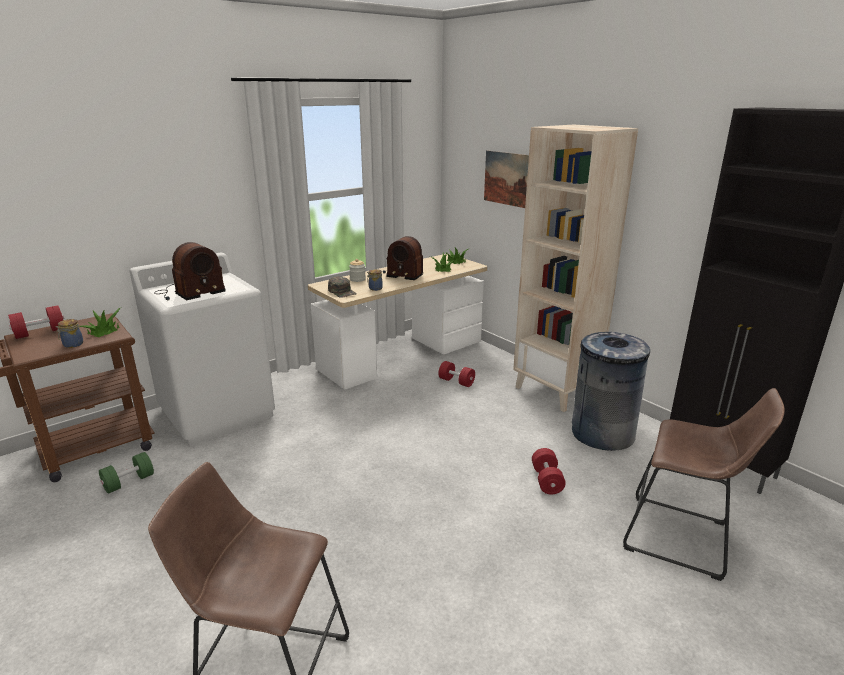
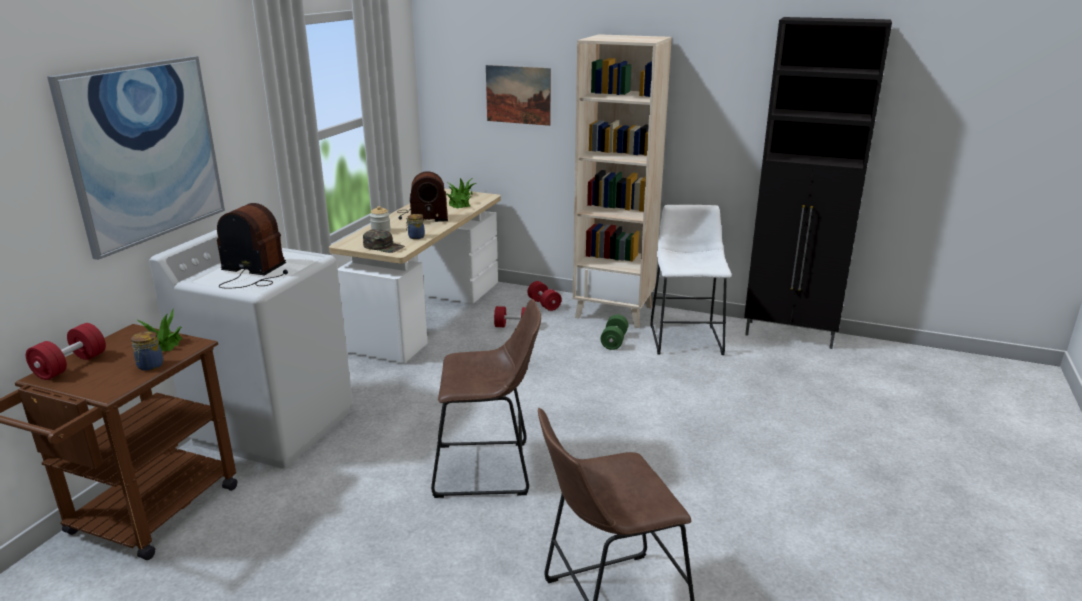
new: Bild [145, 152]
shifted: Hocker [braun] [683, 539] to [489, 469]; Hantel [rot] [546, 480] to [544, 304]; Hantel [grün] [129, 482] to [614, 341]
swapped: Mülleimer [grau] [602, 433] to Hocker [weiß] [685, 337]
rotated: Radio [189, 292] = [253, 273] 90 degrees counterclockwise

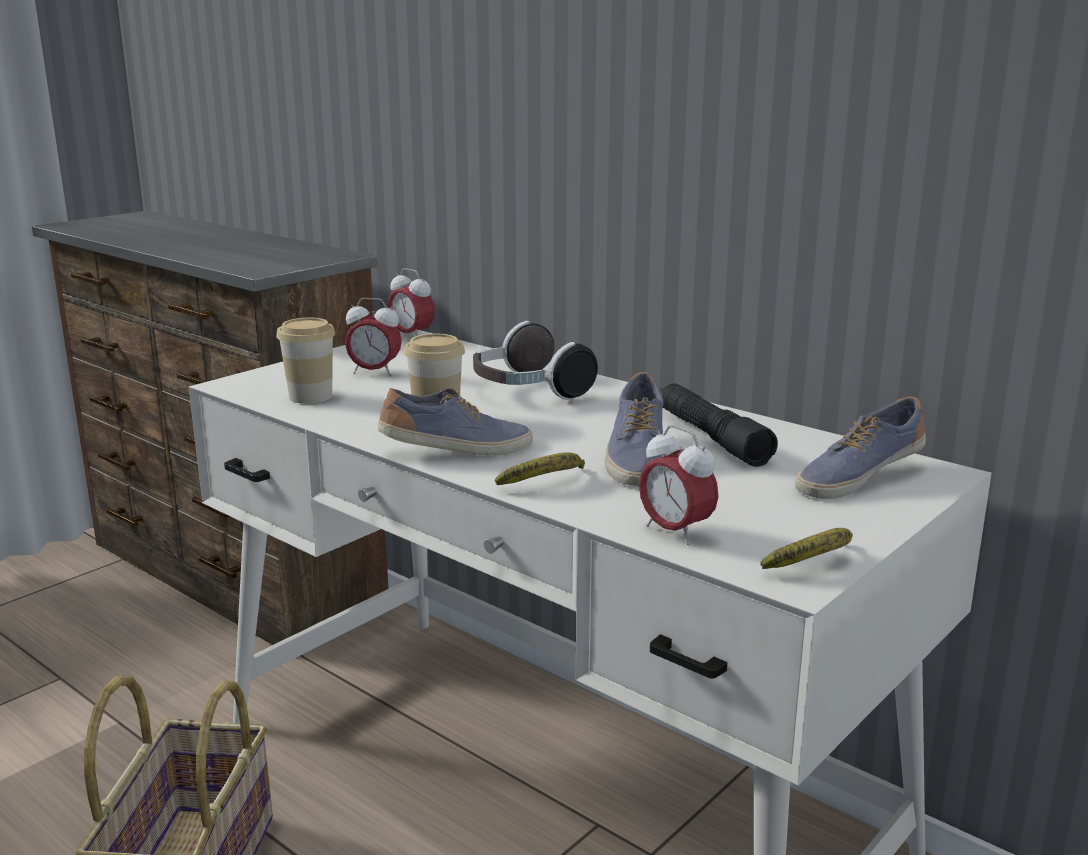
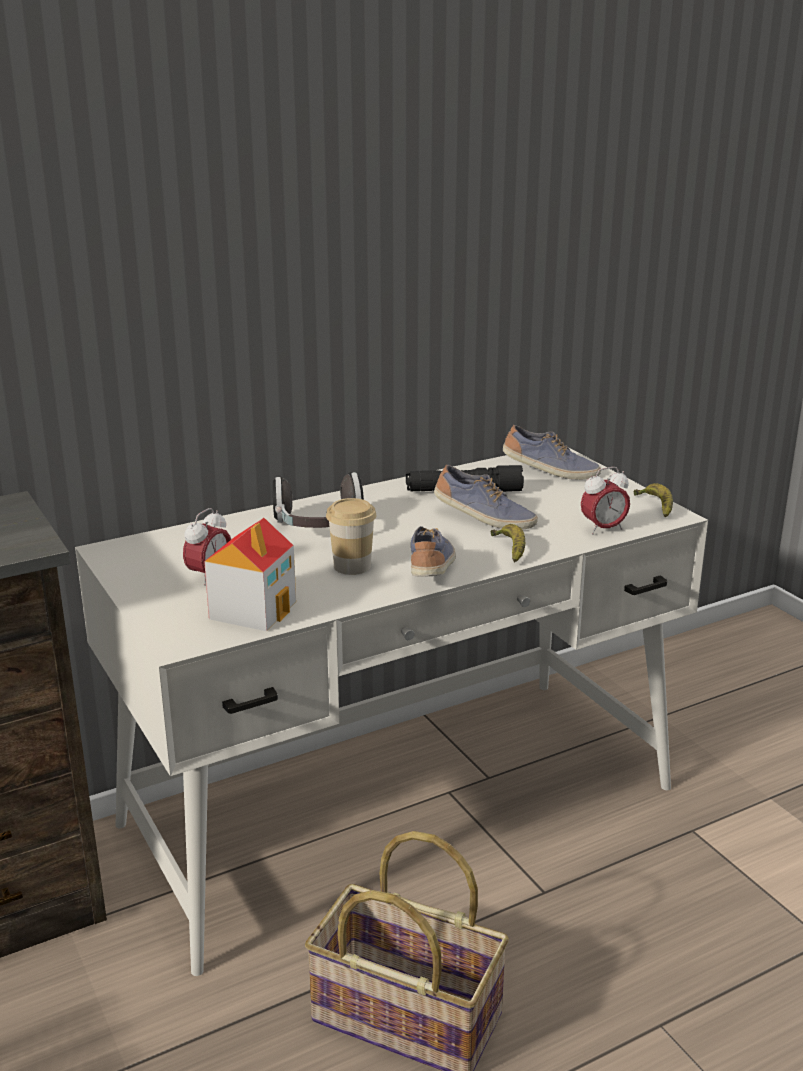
gone: Wecker [411, 336]
swapped: Tasse [310, 396] to Spielzeughaus [253, 609]
rotated: Schuh [857, 476] = [550, 471] 60 degrees counterclockwise

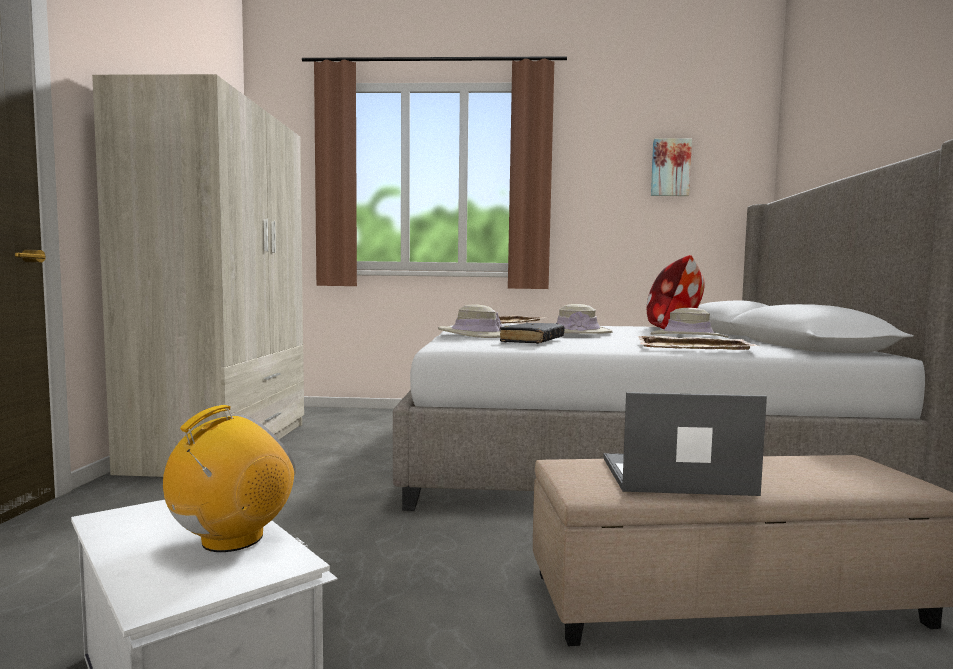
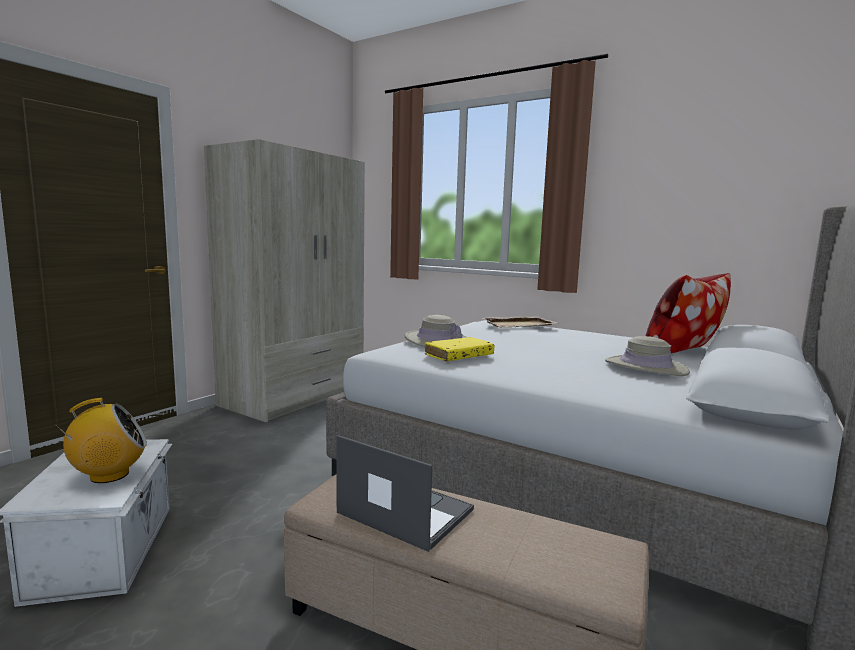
gone: Hut [beige] [576, 331]; Tablett [beige] [694, 347]; Bild [670, 168]
repainted: Buch [schwarz] [532, 341] to Buch [gelb] [459, 356]

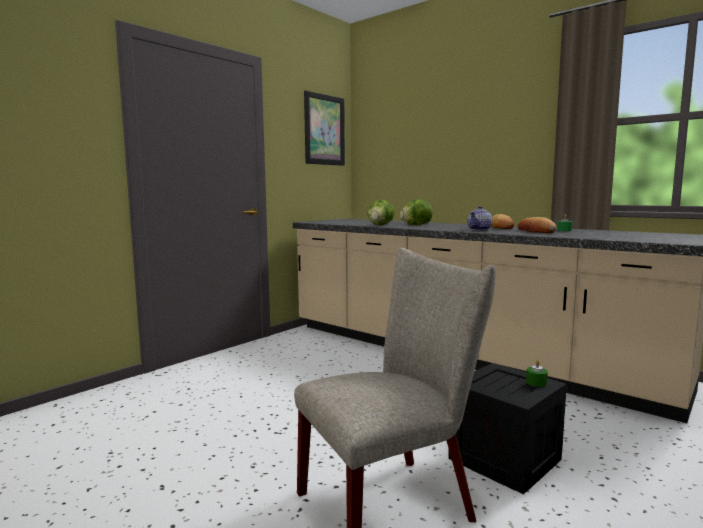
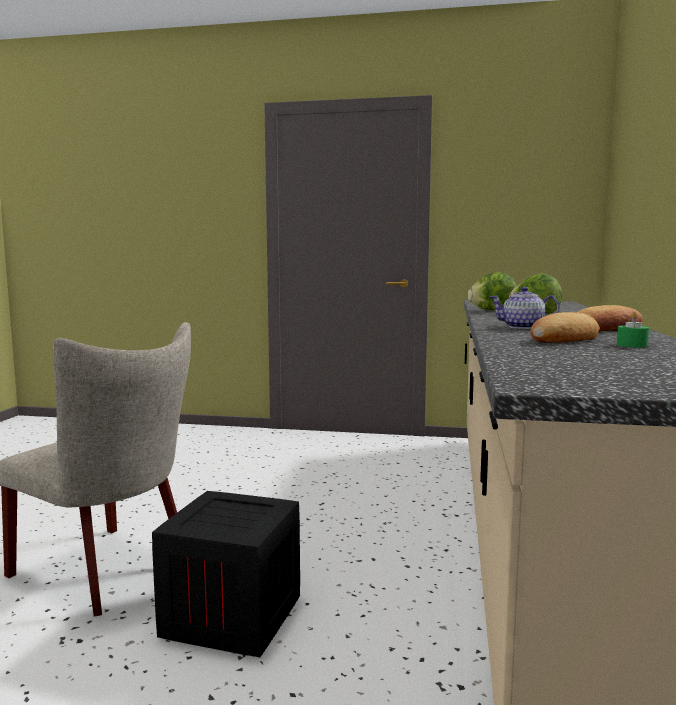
gone: Bild [324, 130]; Kerze [grün] [536, 382]

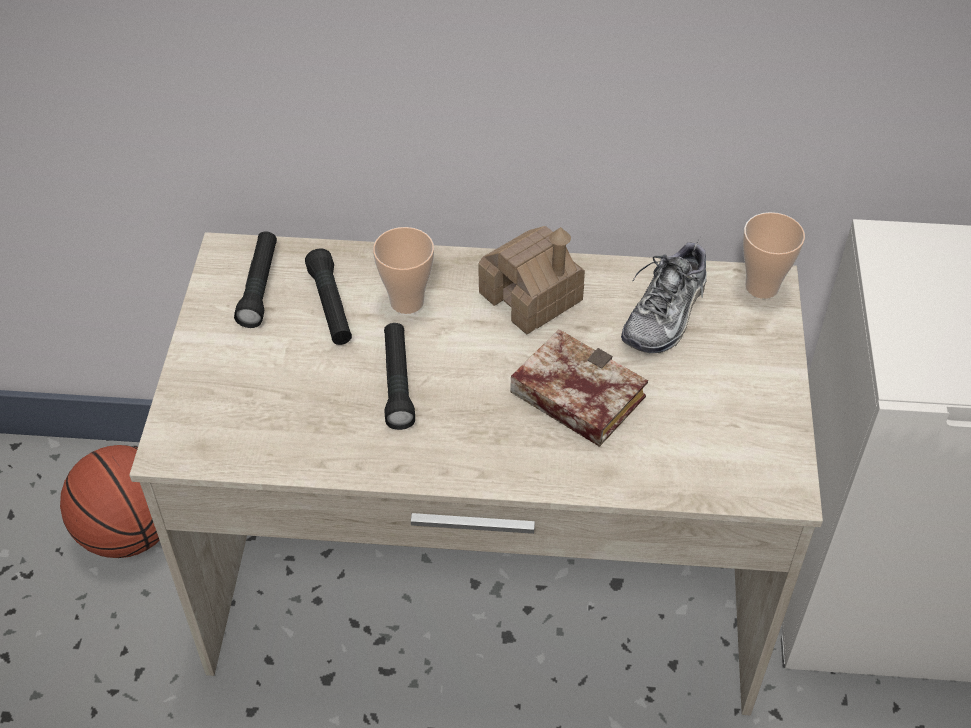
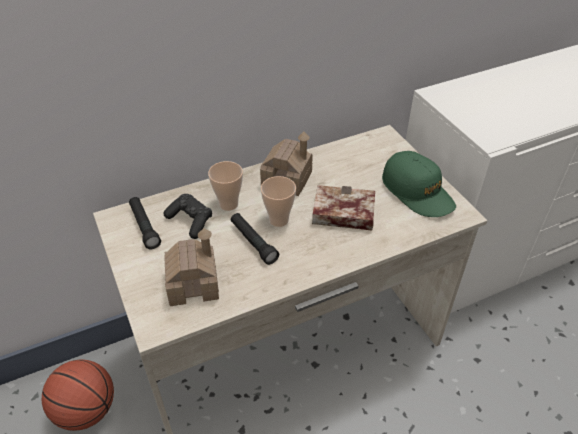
gone: Schuh [665, 314]
new: Spielzeughaus [193, 284]; Kappe [grün] [417, 192]
shifted: Tasse [762, 287] to [278, 220]
swapped: Taschenlampe [schwarz] [331, 306] to Gamepad [schwarz] [190, 221]

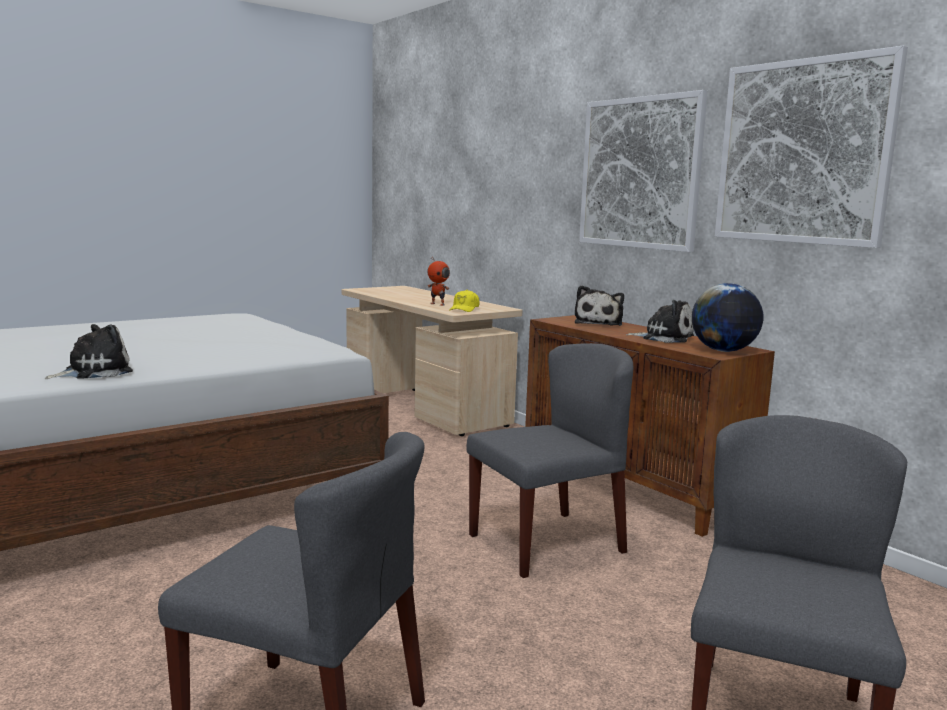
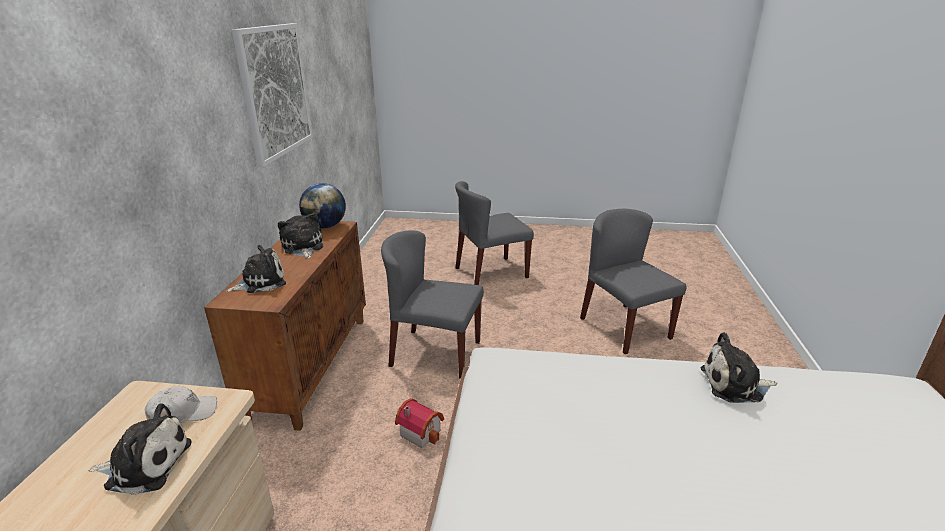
gone: Bild [640, 173]
new: Spielzeughaus [421, 431]
swapped: Spielzeugroboter [438, 304] to Plüschtier [145, 464]
repainted: Kappe [gelb] [464, 309] to Kappe [weiß] [183, 413]

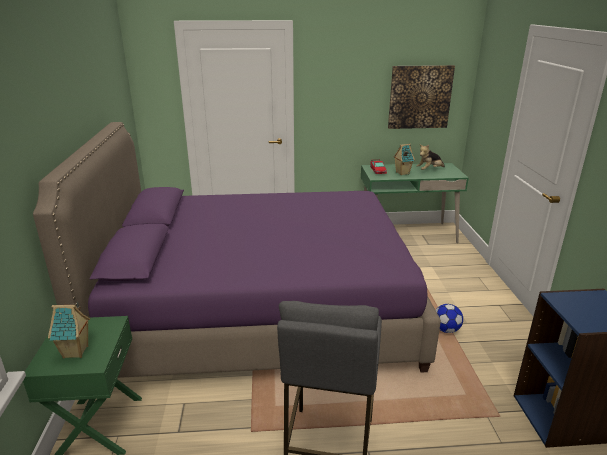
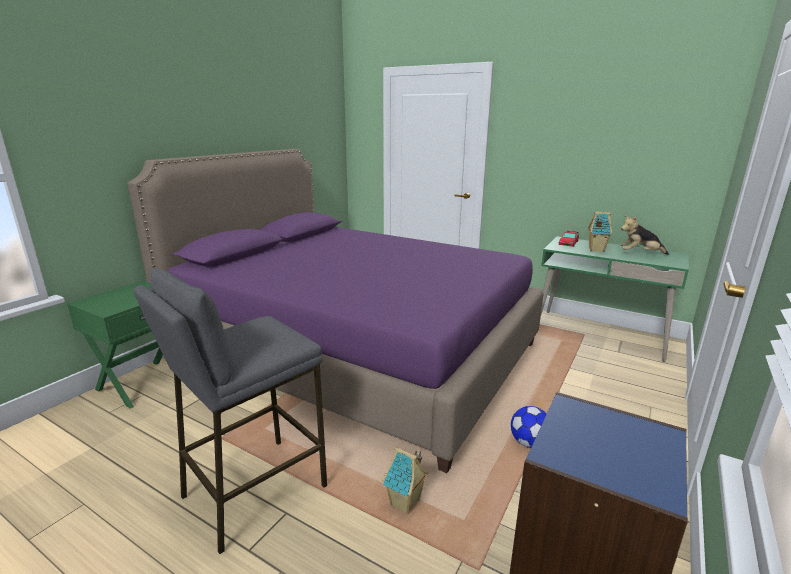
gone: Bild [420, 97]
shifted: Spielzeughaus [76, 352] to [405, 504]

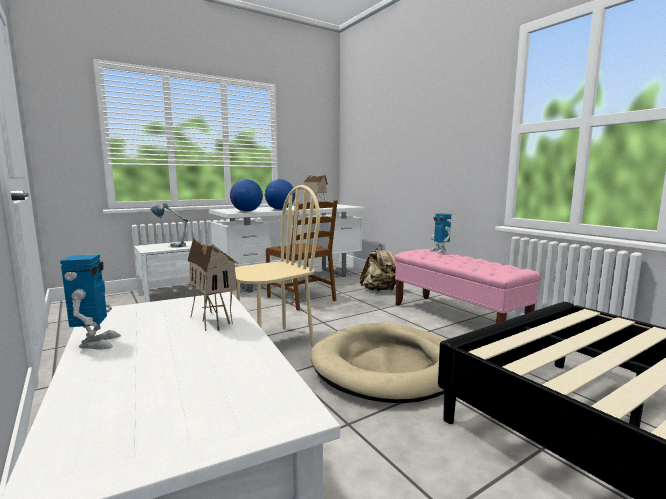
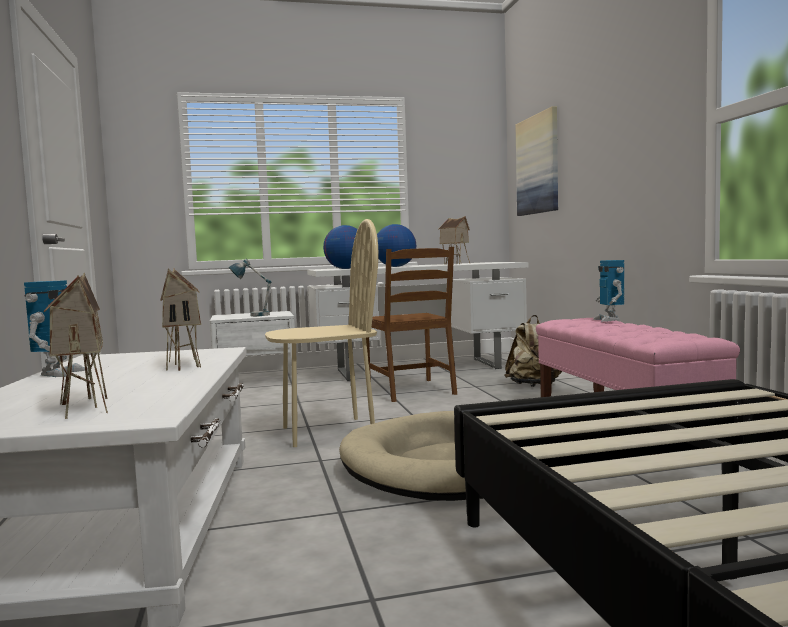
new: Spielzeughaus [80, 407]; Bild [538, 164]

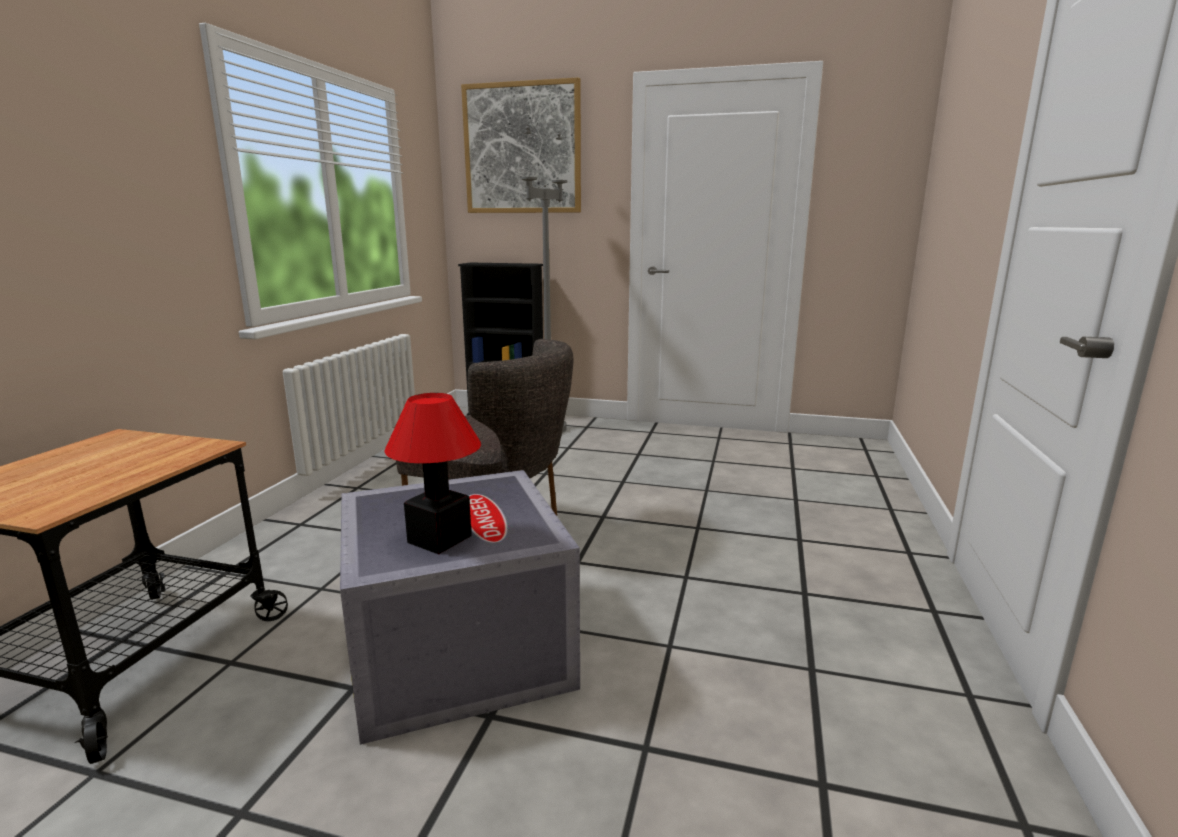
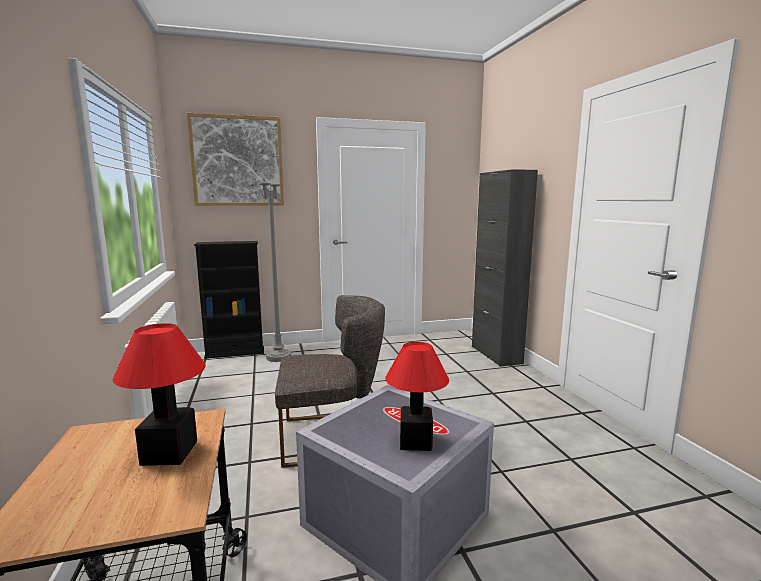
new: Tischlampe [170, 453]; Schrank [schwarz] [496, 355]

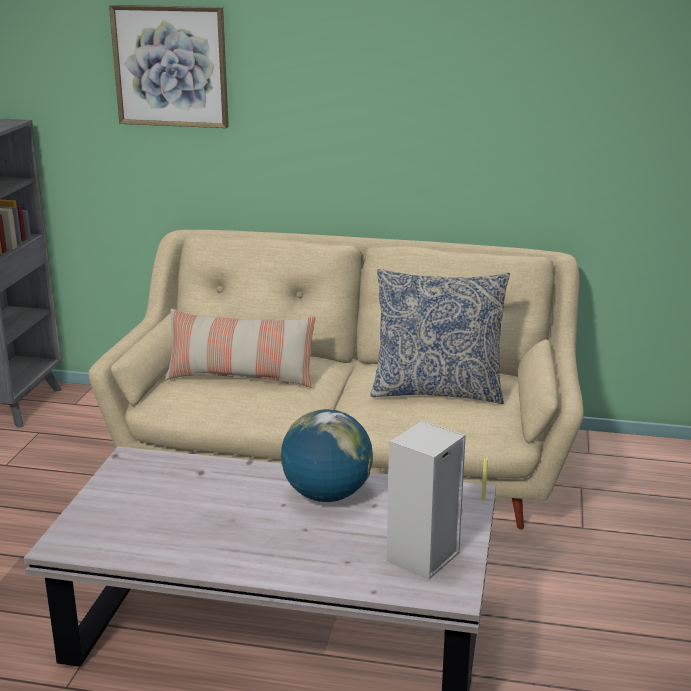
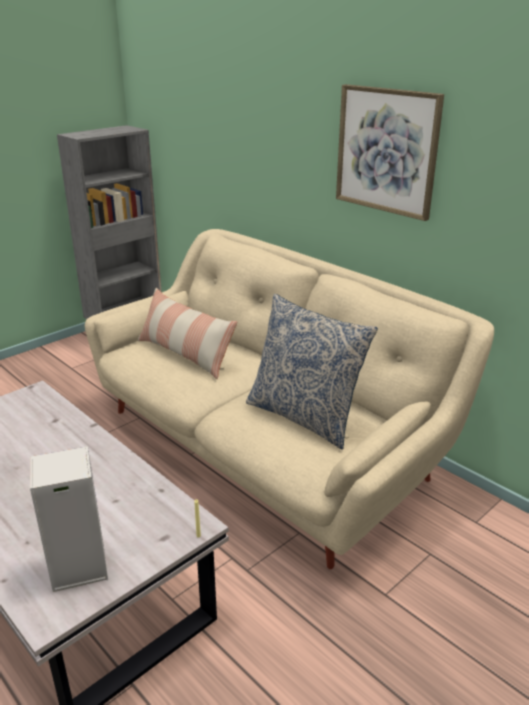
gone: Globus [327, 495]
shifted: Bild [170, 66] to [387, 151]

